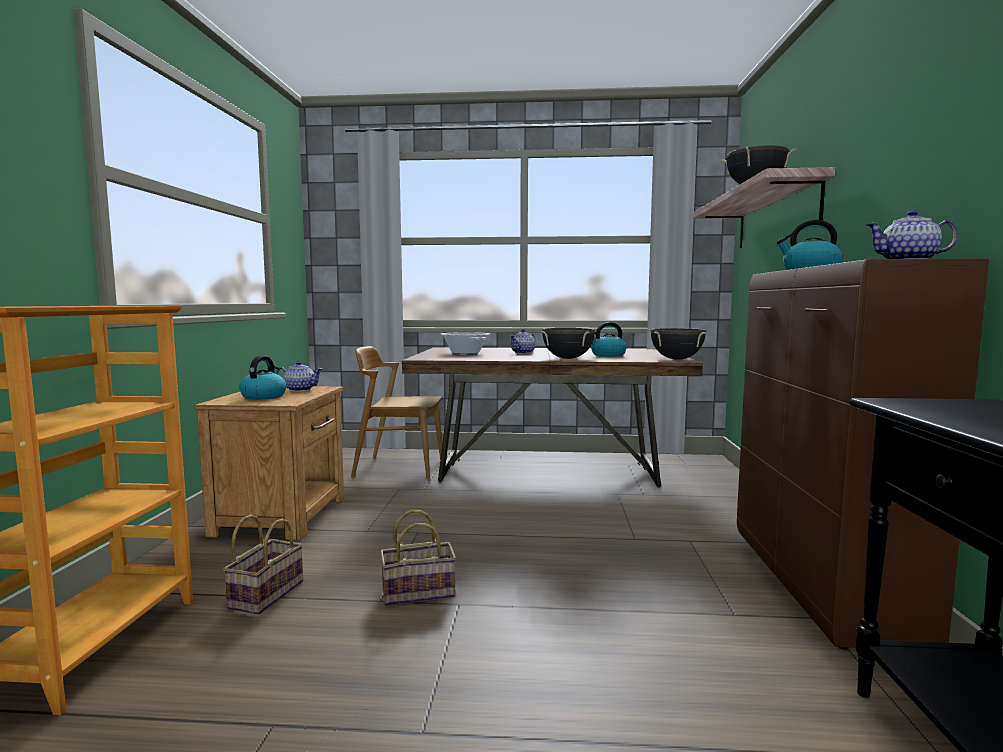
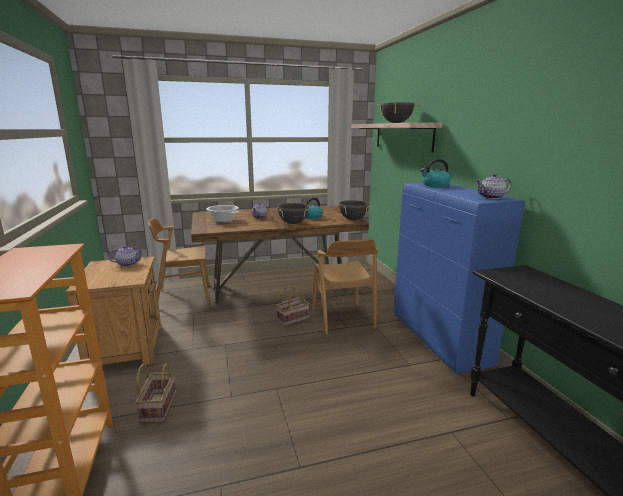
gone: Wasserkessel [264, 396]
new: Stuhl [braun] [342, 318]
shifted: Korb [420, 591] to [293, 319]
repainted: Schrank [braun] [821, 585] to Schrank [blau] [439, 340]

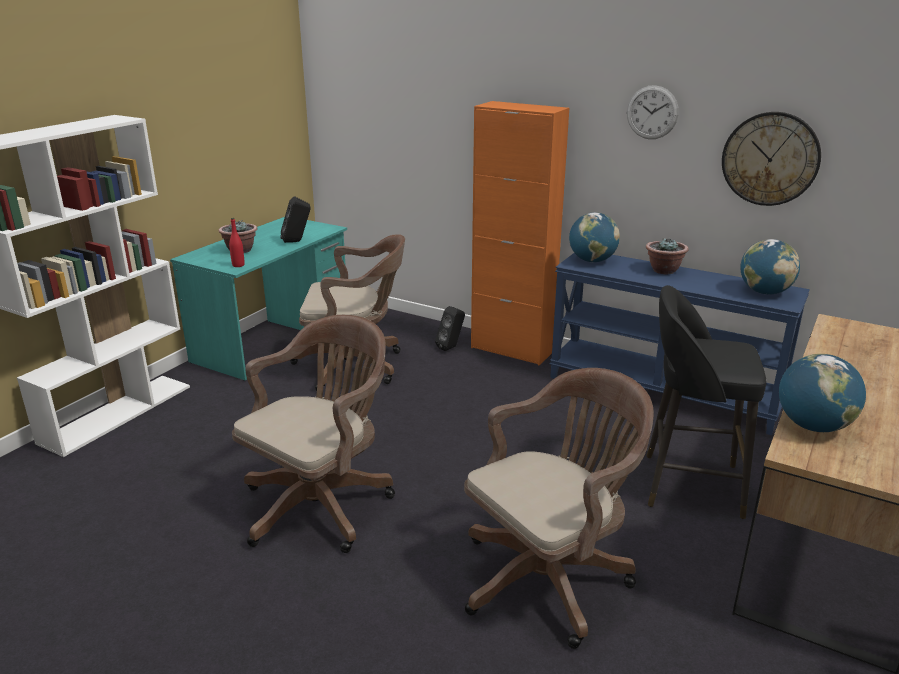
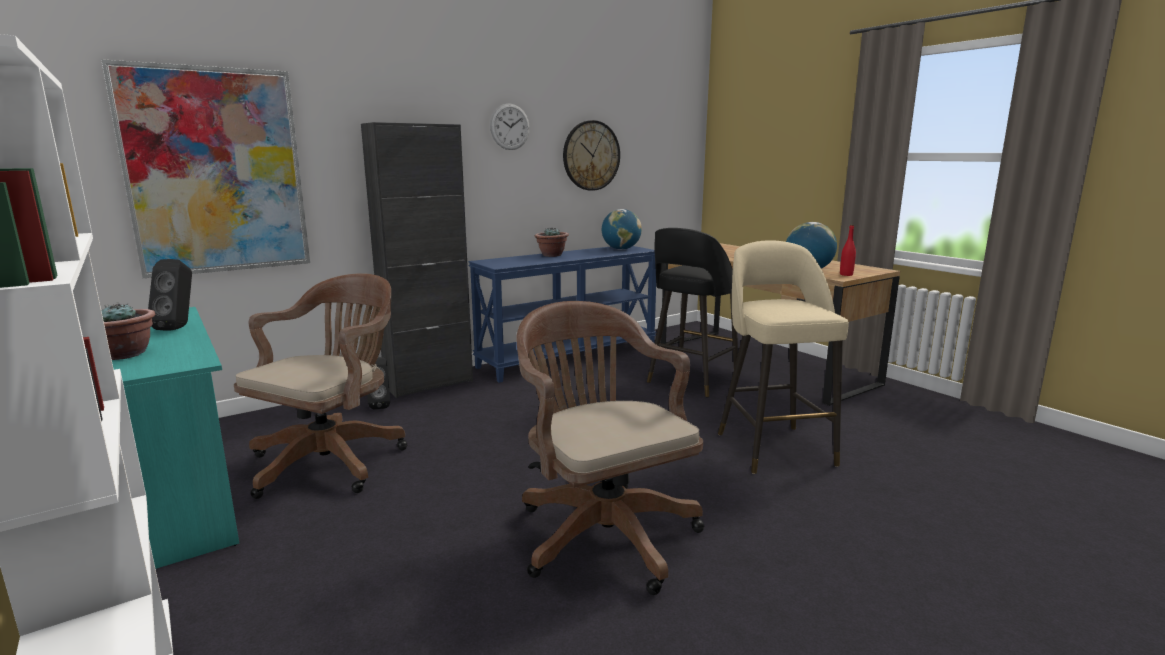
gone: Globus [592, 261]
new: Bild [216, 172]
shifted: Flasche [rot] [238, 265] to [846, 274]
swapped: Bürostuhl [braun] [550, 576] to Hocker [beige] [773, 447]
repainted: Schrank [orange] [511, 350] to Schrank [schwarz] [429, 384]

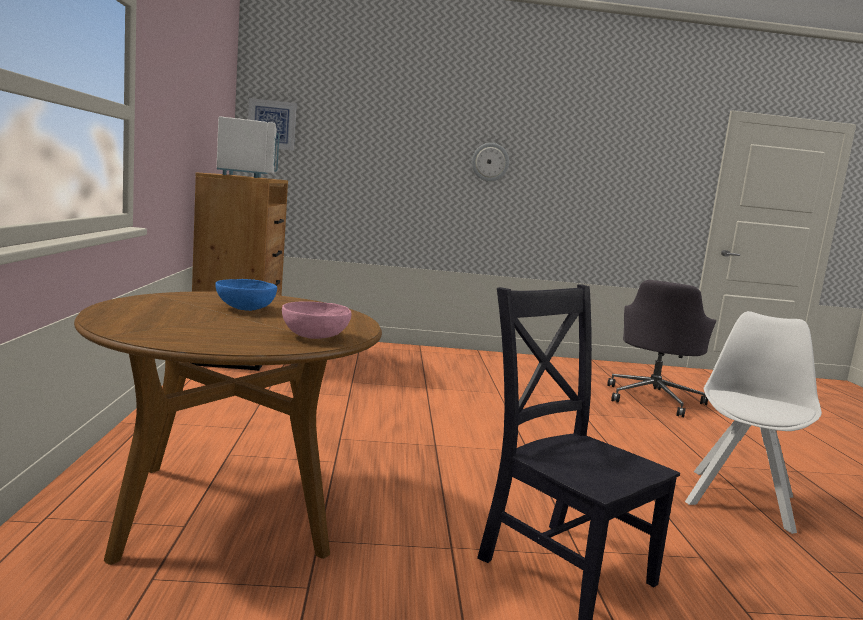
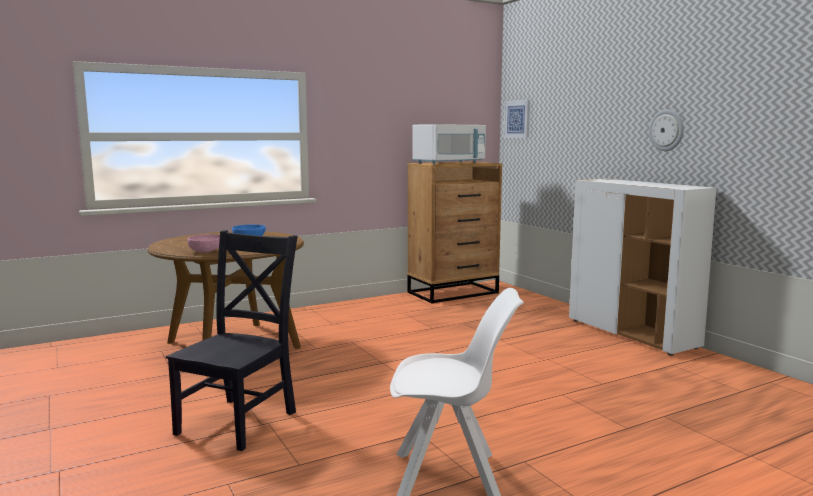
gone: Bürostuhl [grau] [654, 399]
new: Schrank [weiß] [632, 334]

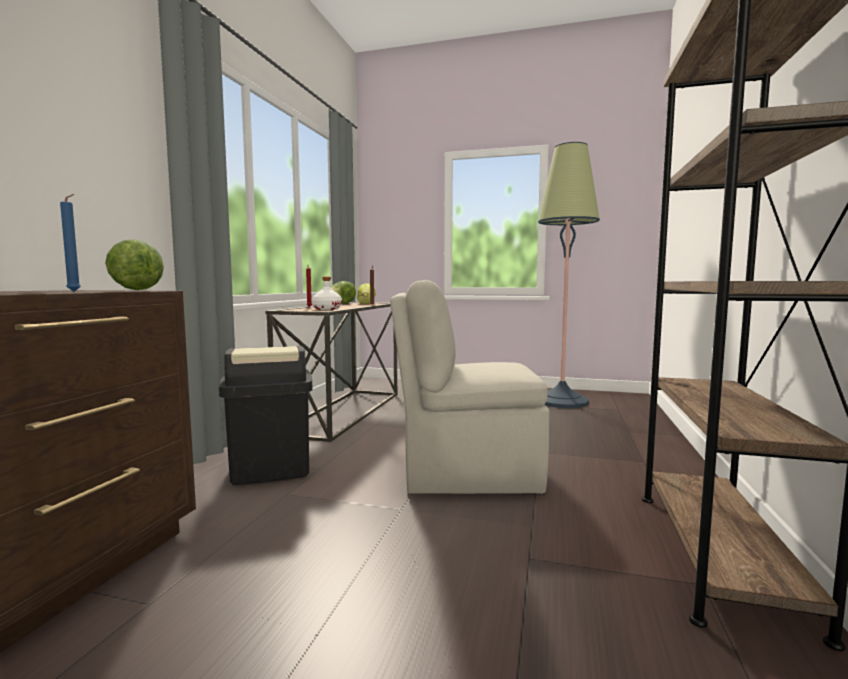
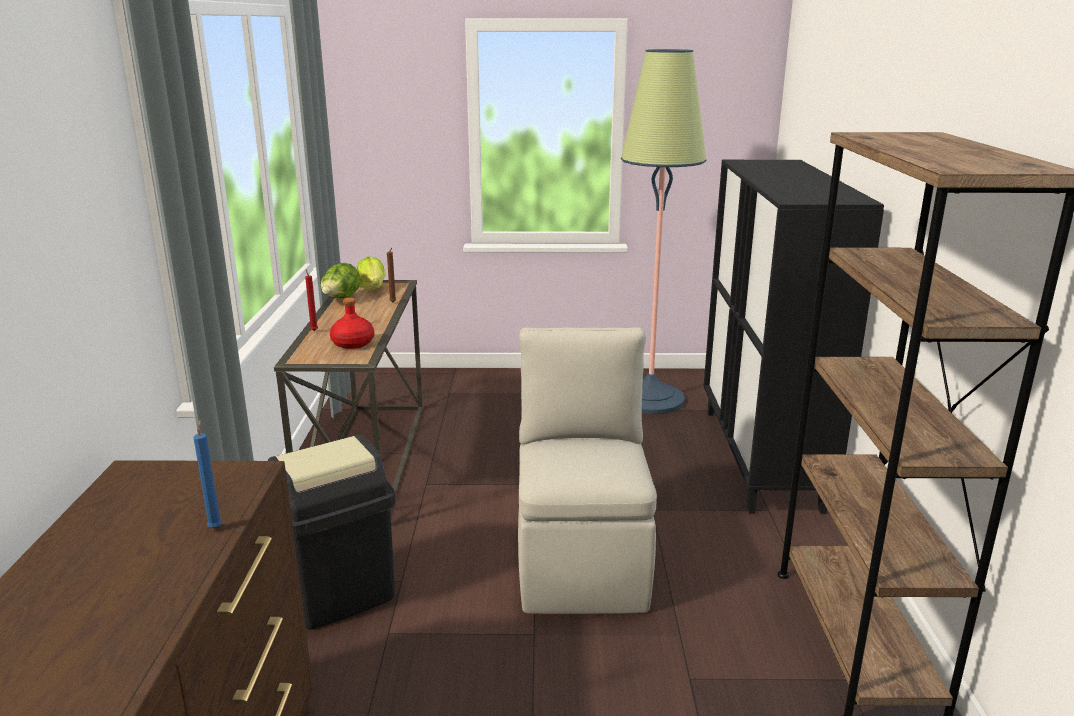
gone: Salatkopf [136, 290]
new: Schrank [schwarz] [761, 458]
repainted: Flasche [weiß] [327, 309] to Flasche [rot] [352, 343]
rotated: Stuhl [beige] [466, 473] = [581, 561] 105 degrees clockwise

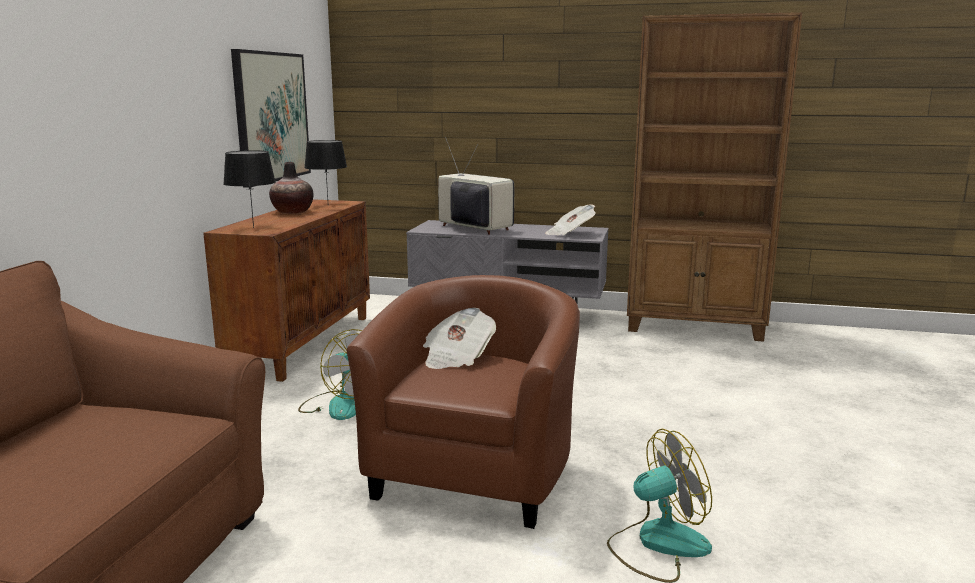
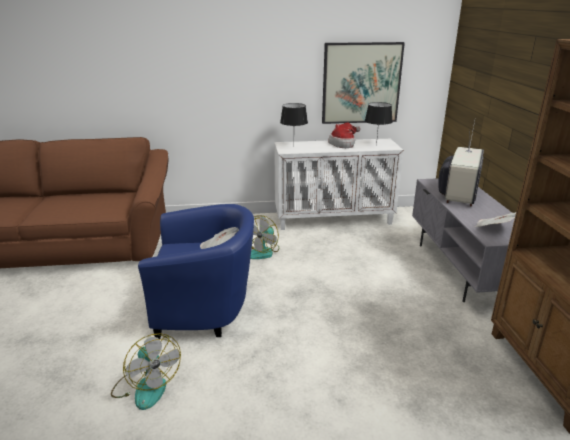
swapped: Vase [292, 212] to Hut [344, 144]
repainted: Sessel [braun] [476, 473] to Sessel [blau] [206, 309]; Schrank [braun] [302, 343] to Schrank [weiß] [334, 219]

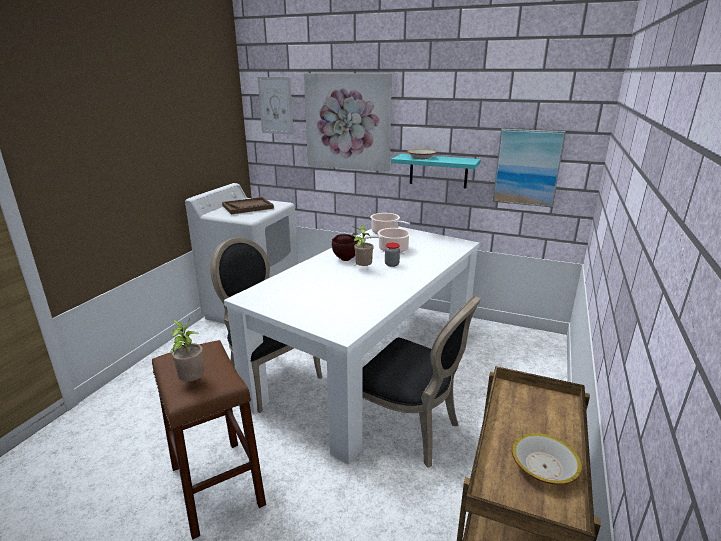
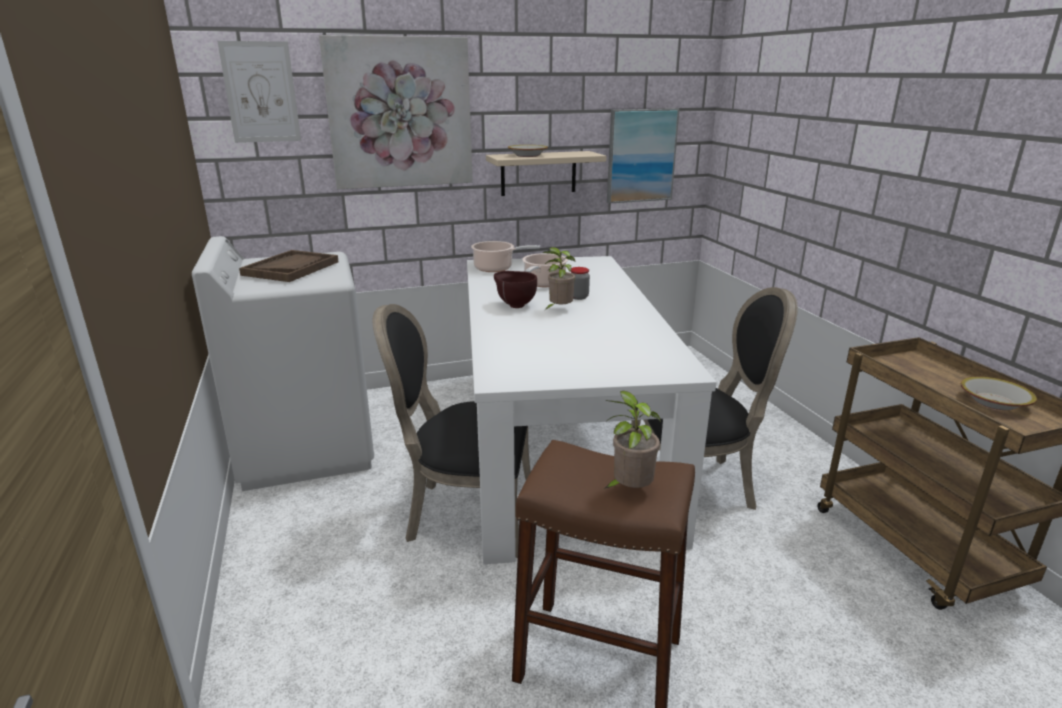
repainted: Wandregal [türkis] [438, 171] to Wandregal [beige] [538, 173]

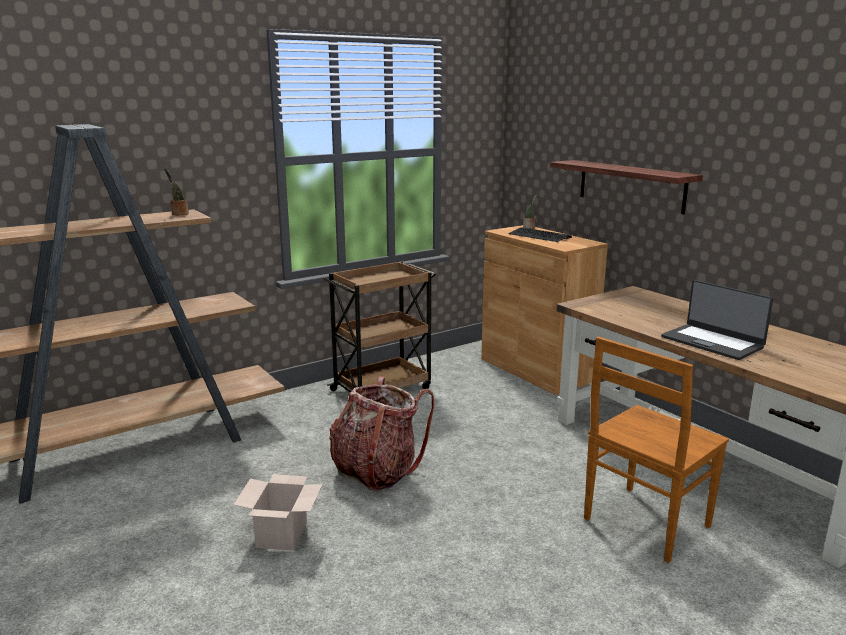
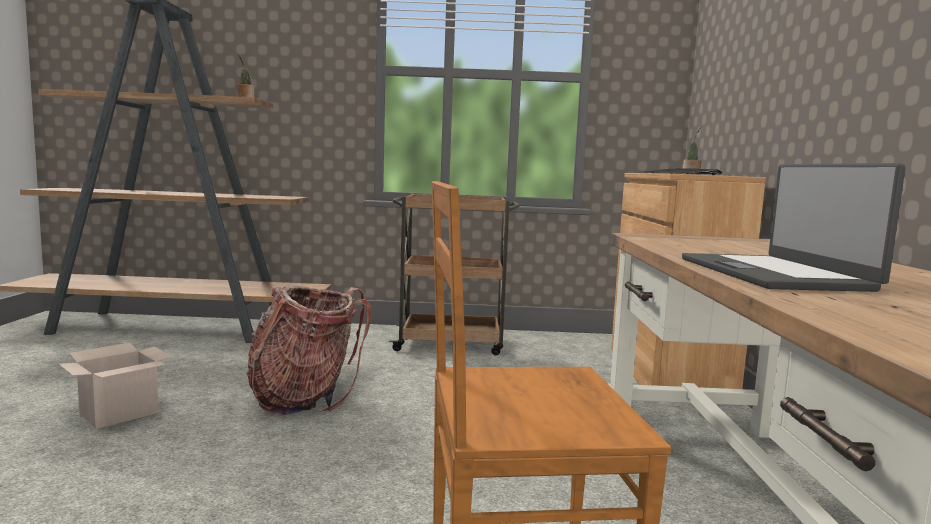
gone: Wandregal [631, 186]

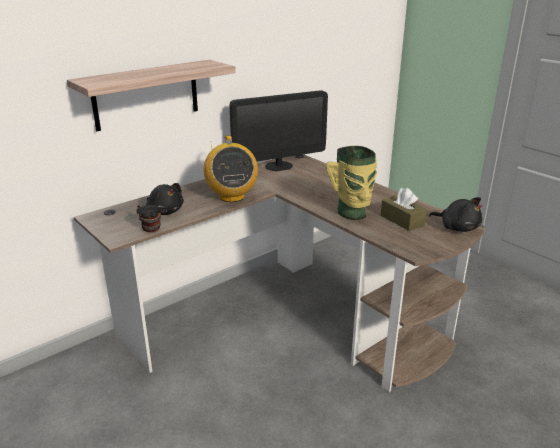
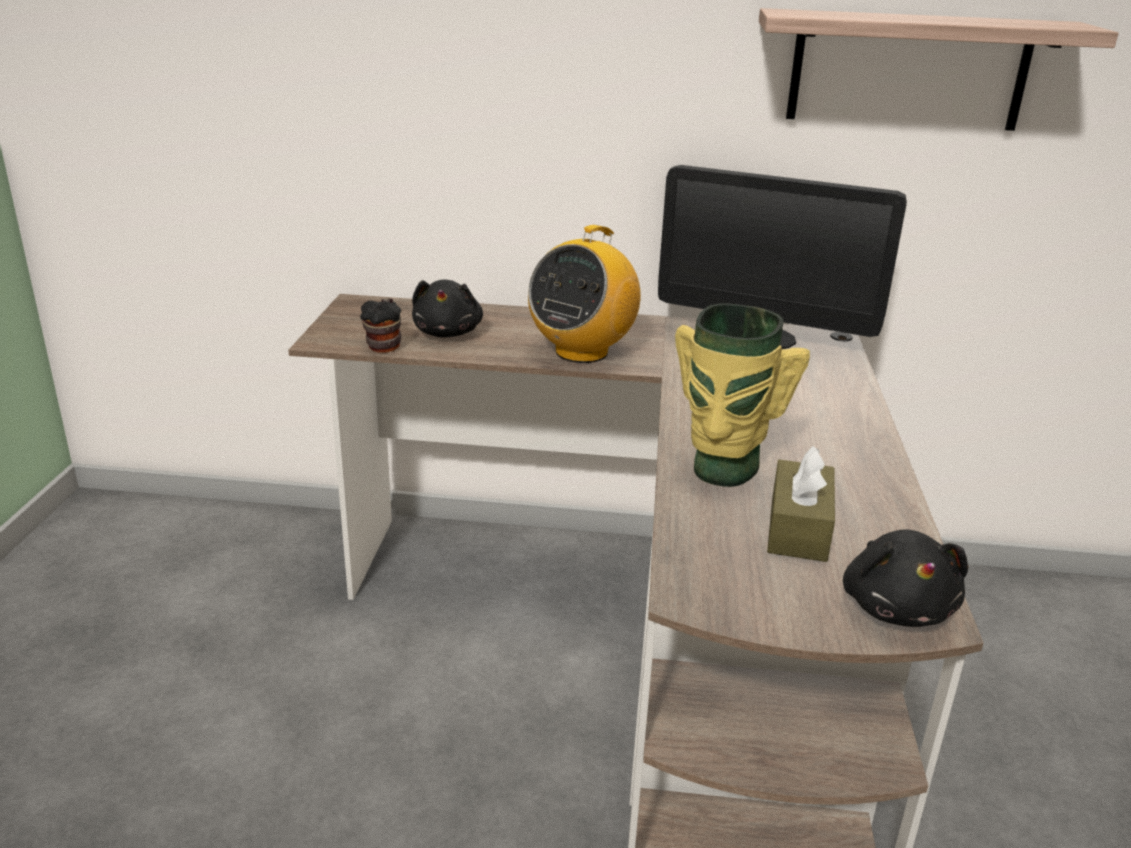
shifted: Wandregal [146, 95] to [908, 70]

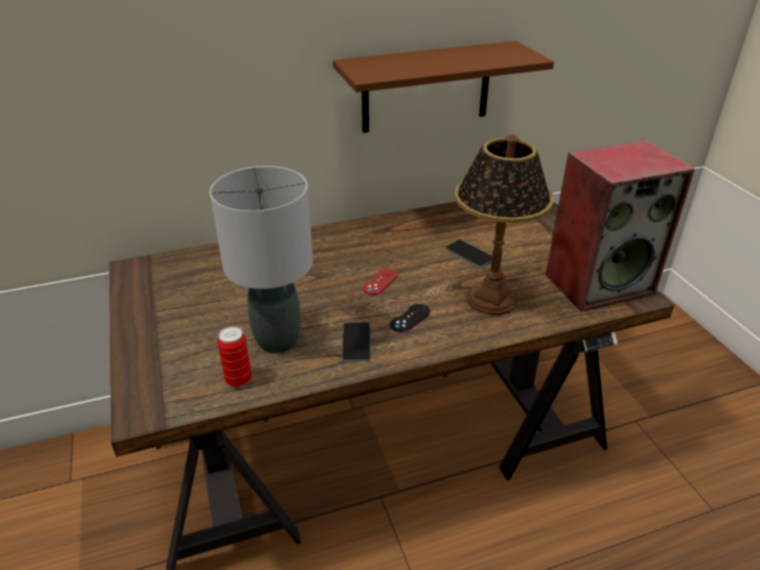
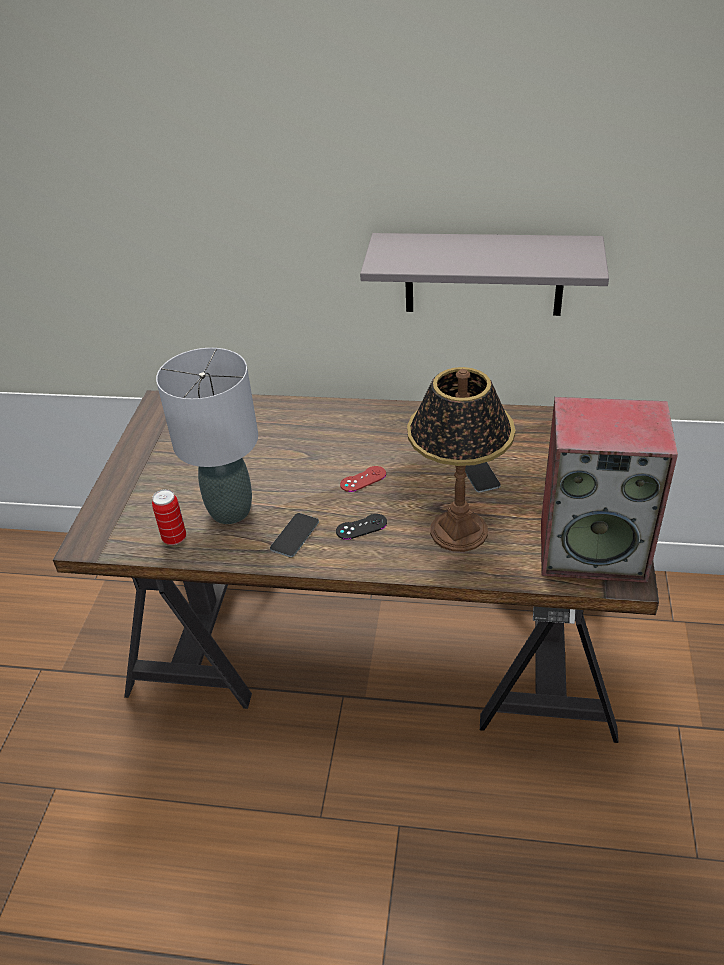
repainted: Wandregal [braun] [426, 87] to Wandregal [grau] [483, 274]

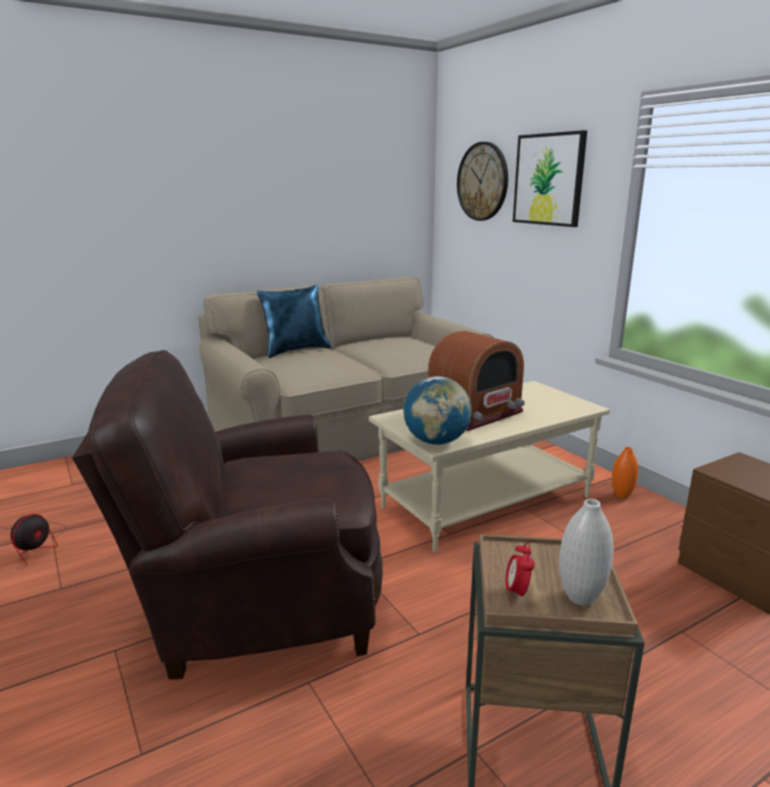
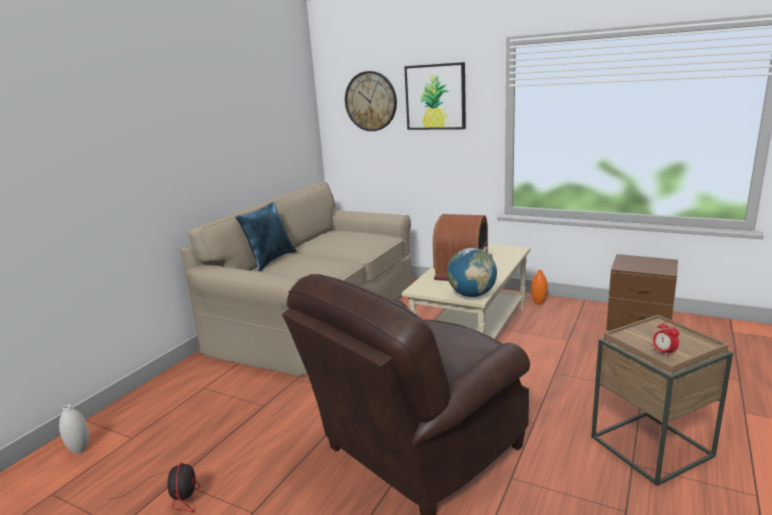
shifted: Vase [weiß] [580, 598] to [80, 450]

